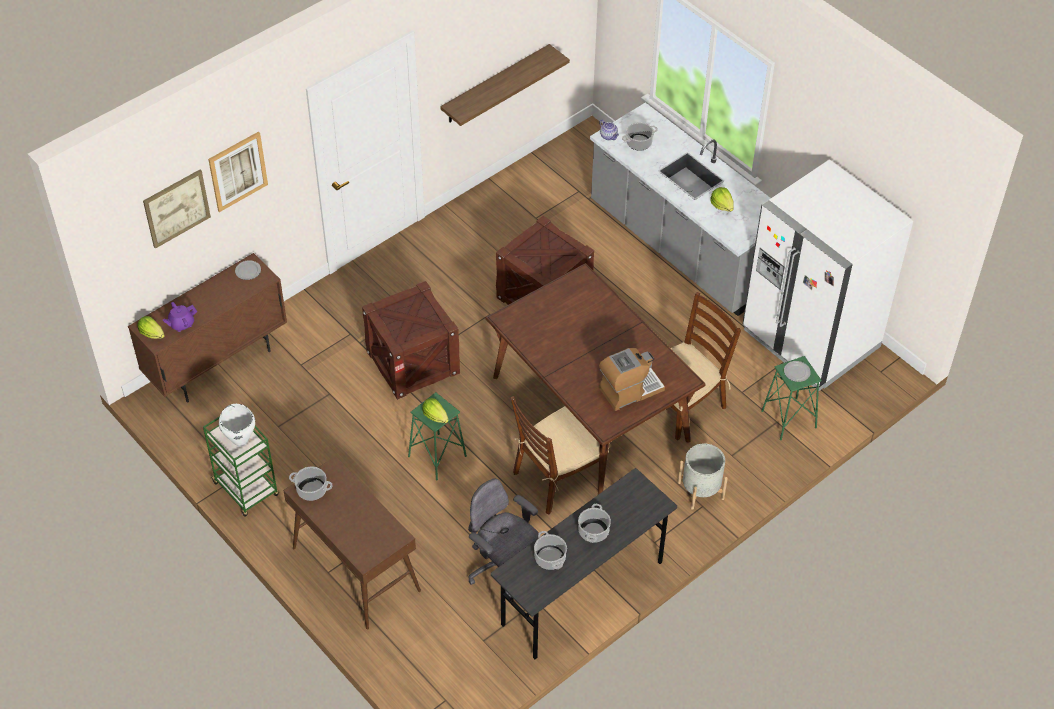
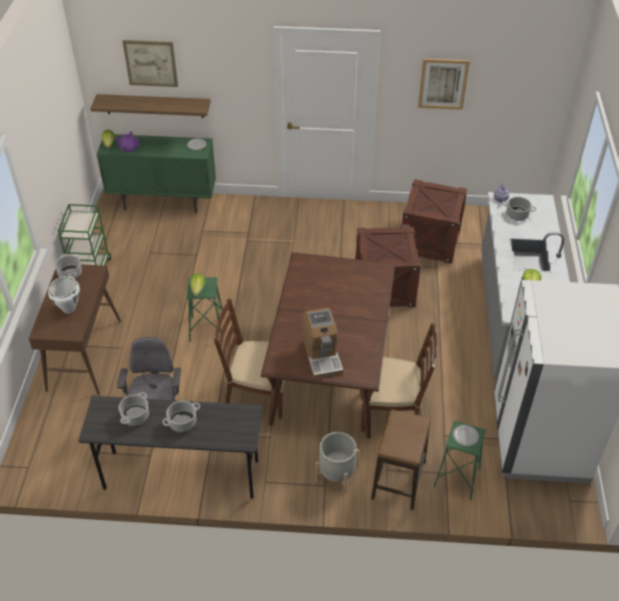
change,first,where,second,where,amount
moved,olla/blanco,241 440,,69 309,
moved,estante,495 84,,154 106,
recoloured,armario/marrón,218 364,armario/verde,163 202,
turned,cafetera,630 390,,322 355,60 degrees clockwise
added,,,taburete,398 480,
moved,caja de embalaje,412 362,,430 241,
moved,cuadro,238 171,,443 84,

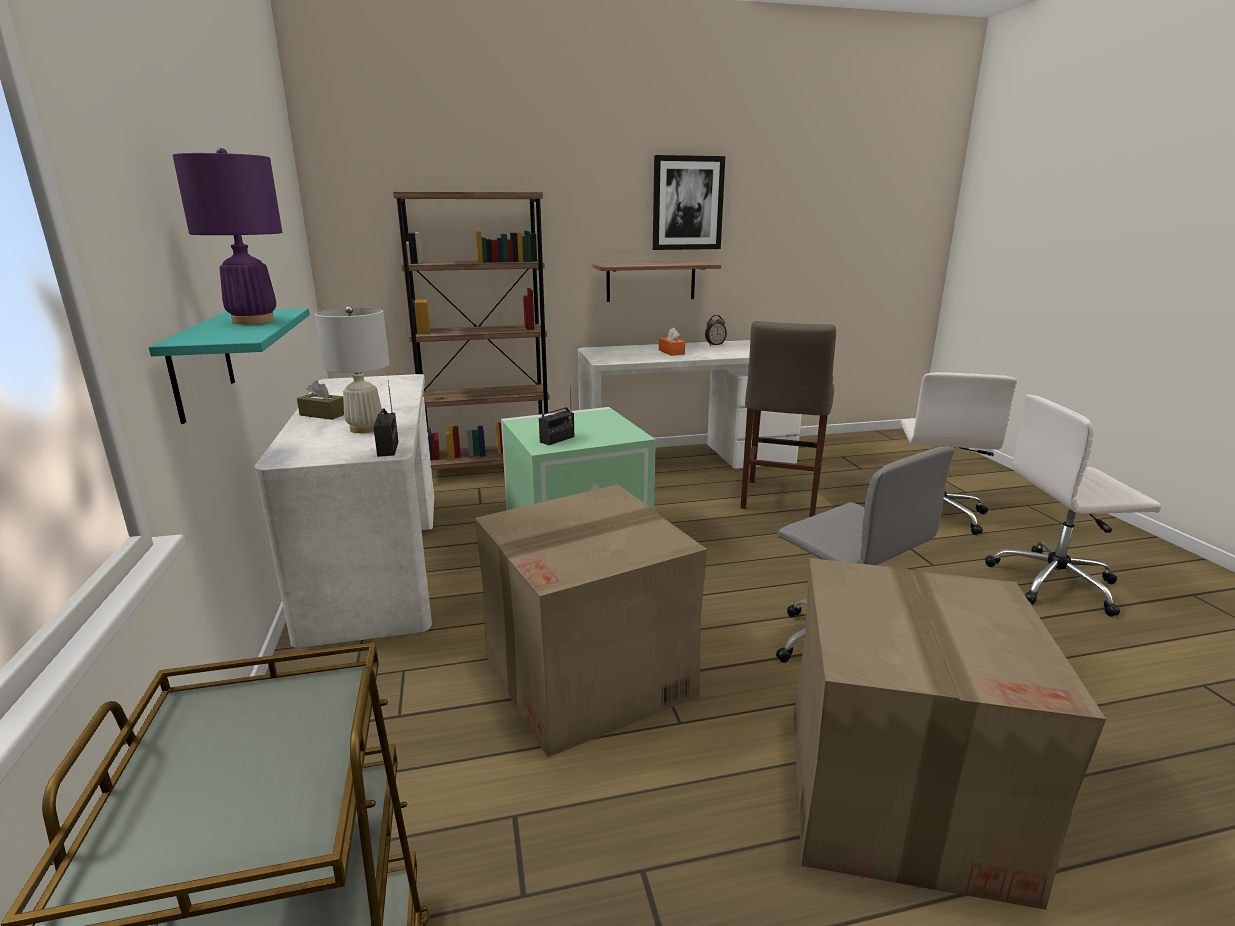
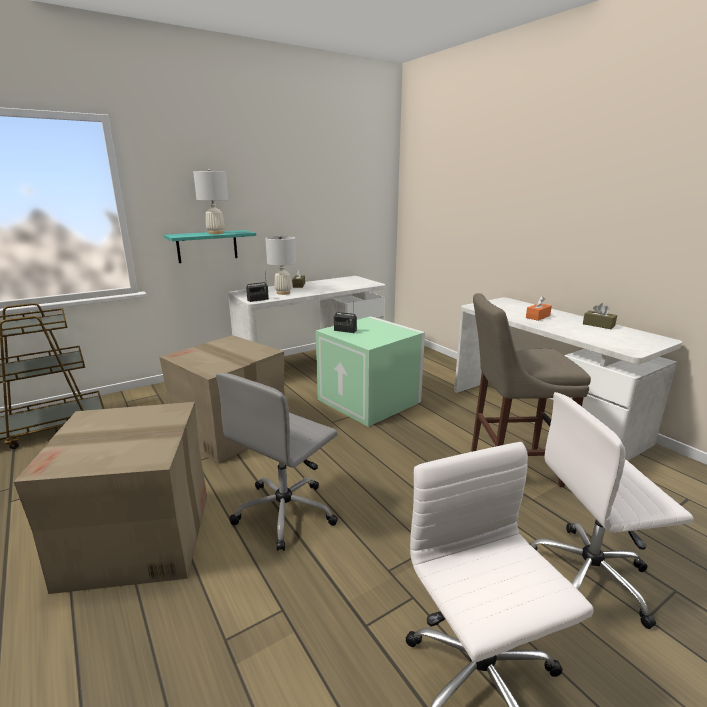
change,first,where,second,where,amount
recoloured,lámpara de mesa/morado,253 321,lámpara de mesa/blanco,216 233,
replaced,despertador,714 345,caja de pañuelos/marrón,598 325,
removed,estantería/marrón,488 471,,,
removed,estante,651 281,,,
removed,cuadro,687 203,,,

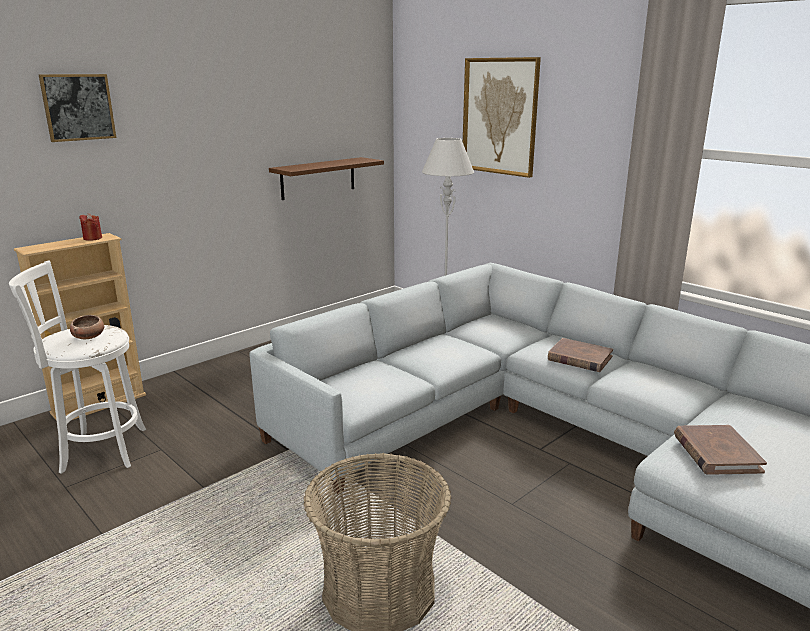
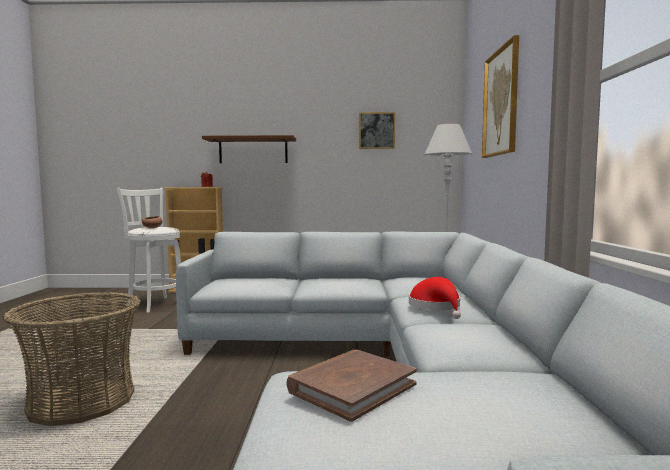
change,first,where,second,where,amount
moved,estante/marrón,318 178,,253 150,
moved,cuadro,78 107,,376 130,
replaced,libro/marrón,579 358,sombrero/rojo,436 307,

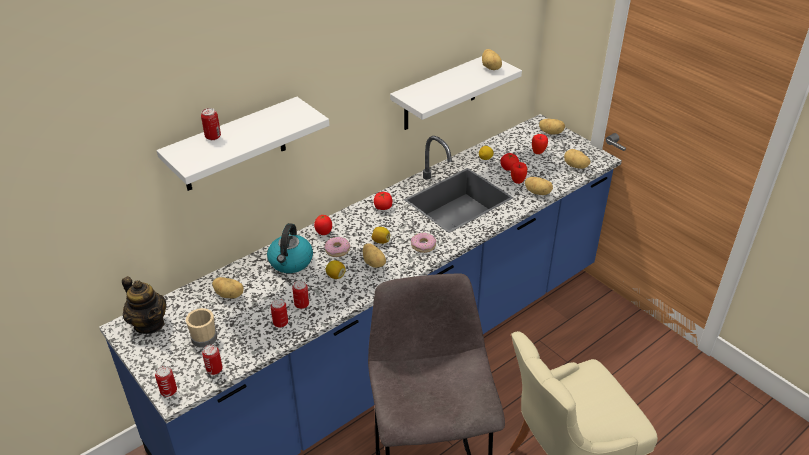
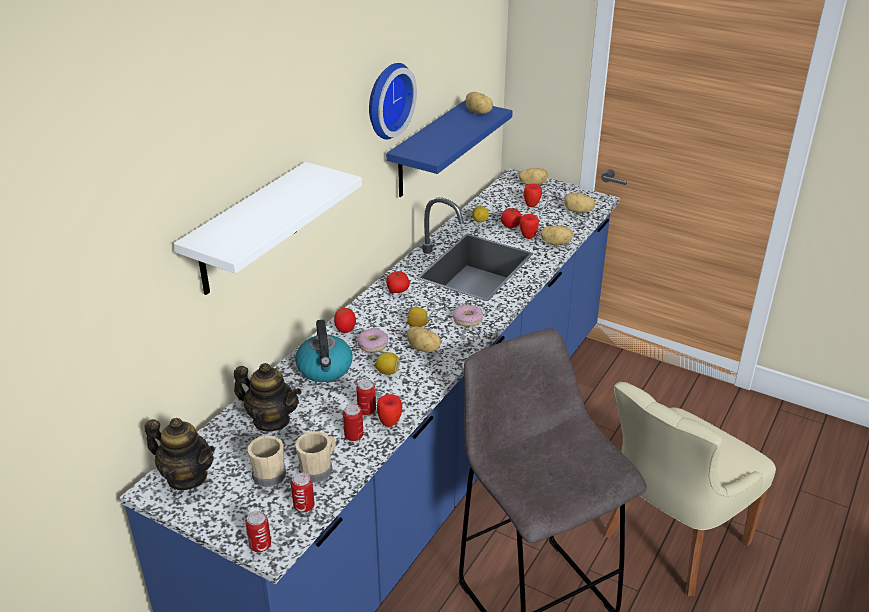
change,first,where,second,where,amount
replaced,patata,229 294,tetera,271 420,
added,,,taza grande/beis,319 469,
added,,,reloj de pared,386 100,
added,,,manzana,390 423,
recoloured,estante/blanco,440 93,estante/azul,428 150,
removed,lata,213 137,,,

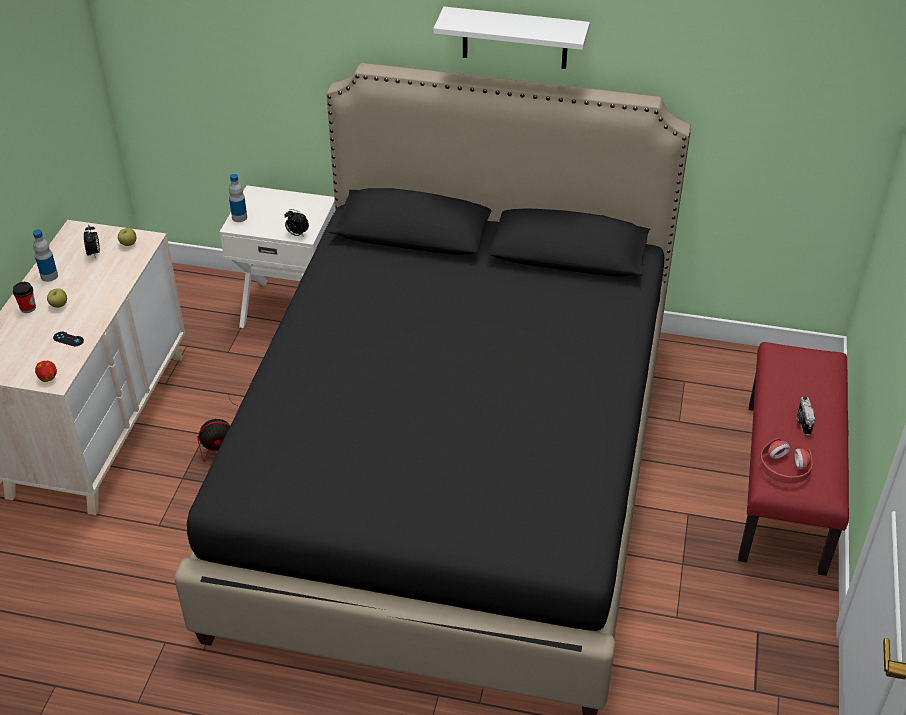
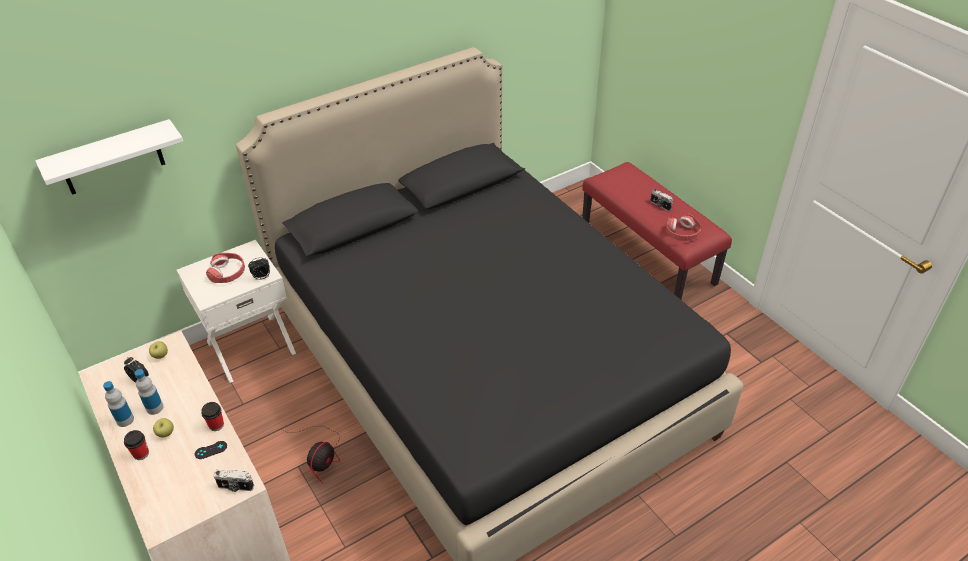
change,first,where,second,where,amount
moved,estante/blanco,515 38,,112 158,
moved,botella,239 217,,154 408,
added,,,taza,216 425,
added,,,auriculares/rojo,227 272,
replaced,manzana,48 378,cámara,235 487,

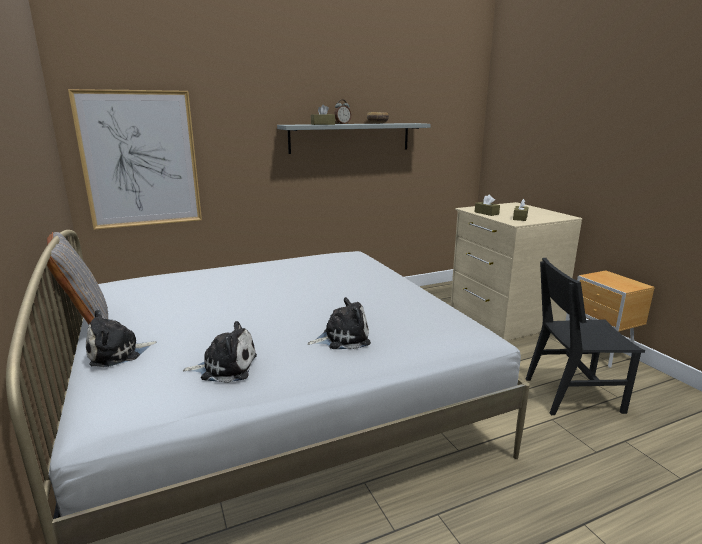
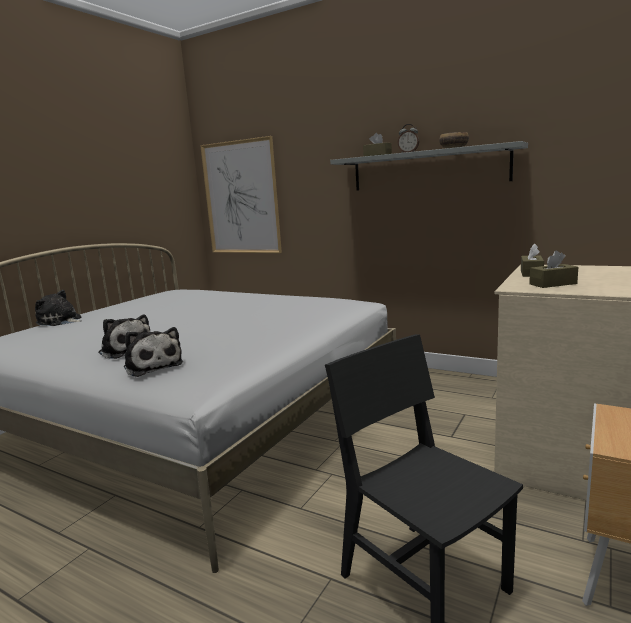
change,first,where,second,where,amount
moved,peluche,225 367,,153 366,
removed,cojín/gris,86 320,,,

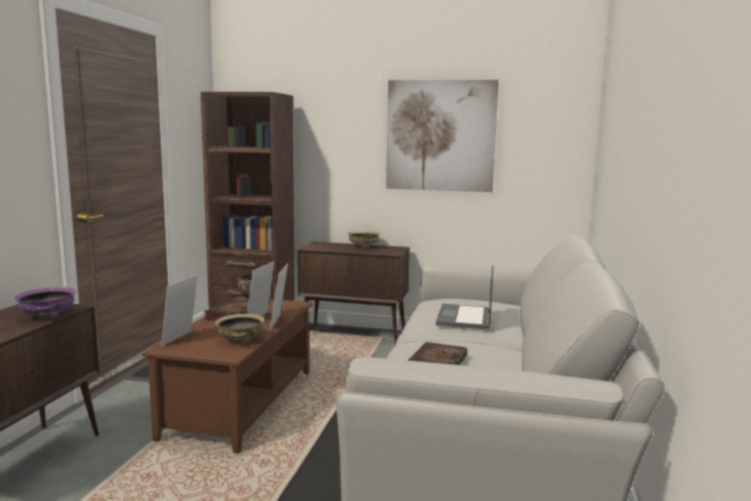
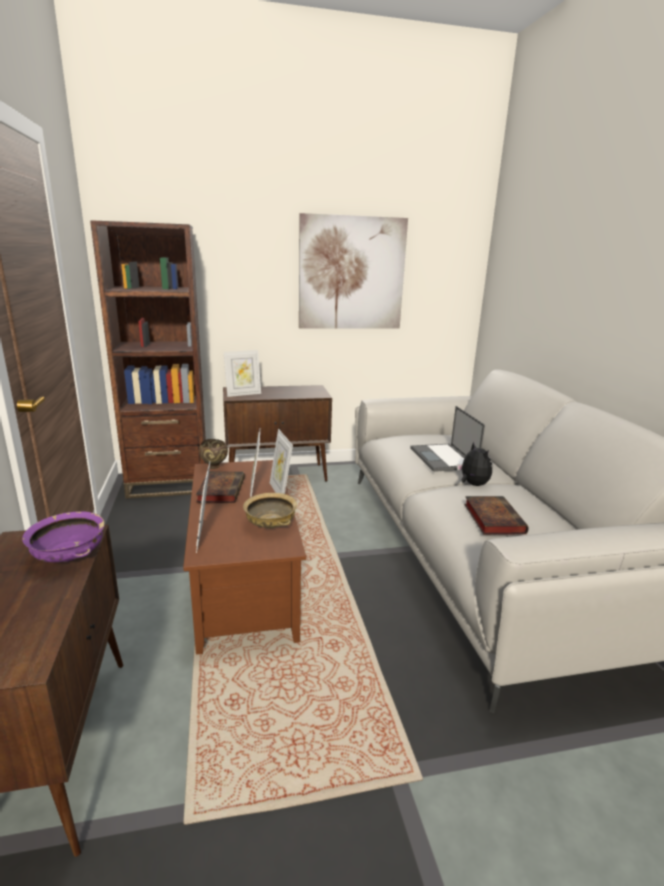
change,first,where,second,where,amount
added,,,portarretratos,243 394,
added,,,peluche,472 484,
removed,cuenco/beis,363 246,,,

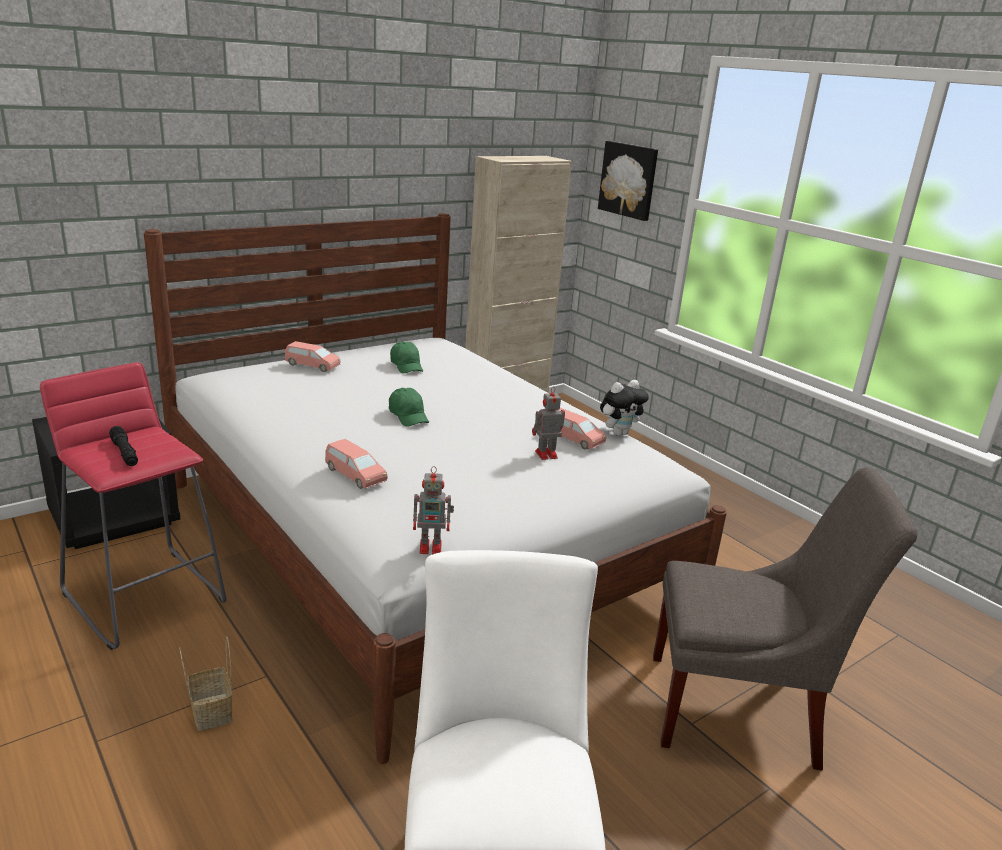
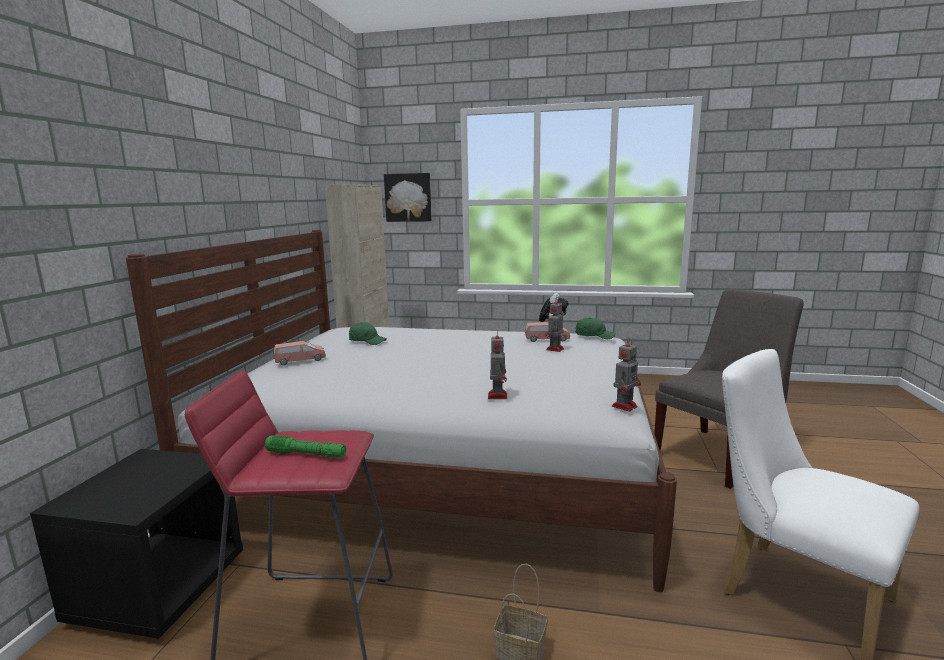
change,first,where,second,where,amount
recoloured,linterna/negro,124 452,linterna/verde,306 454,
replaced,coche de juguete/rosa,355 475,robot de juguete,497 395,
moved,gorra/verde,409 416,,594 336,

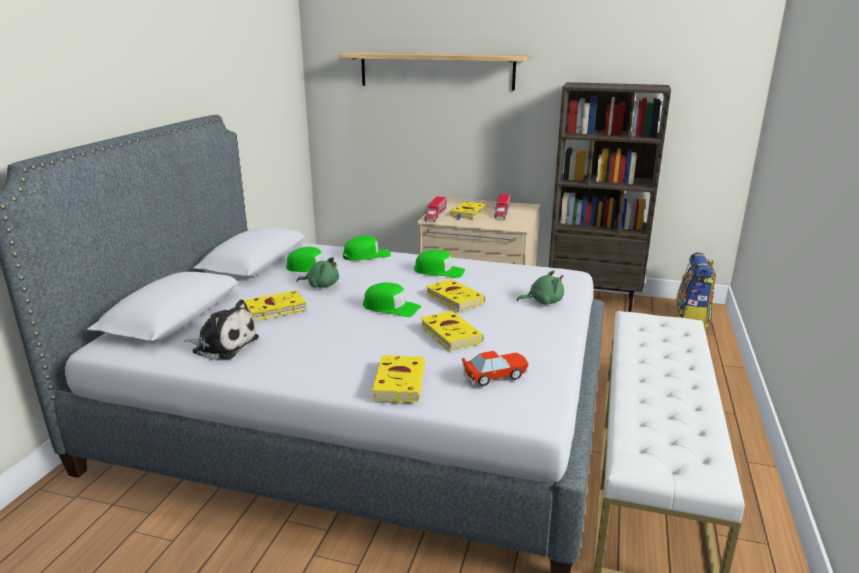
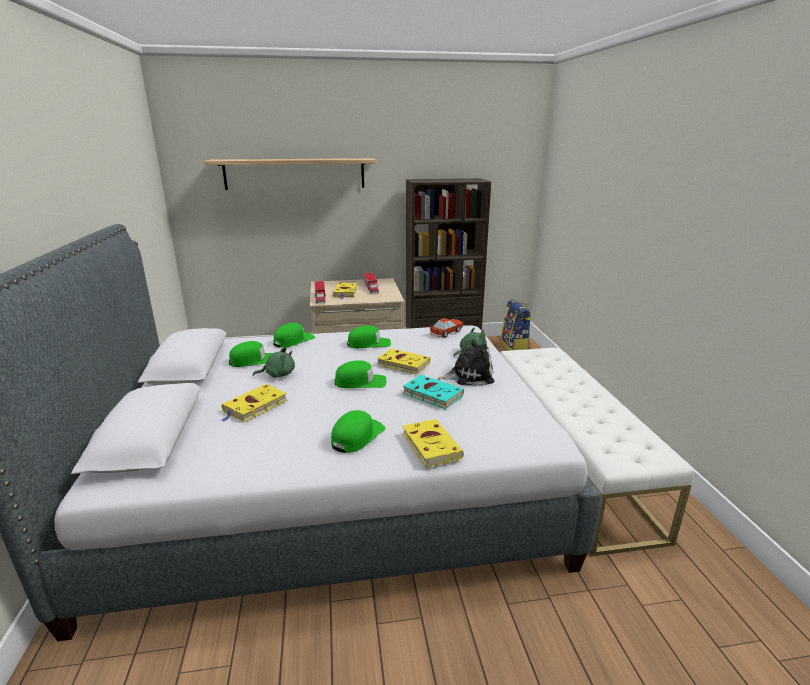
change,first,where,second,where,amount
added,,,gorra/verde,357 436,
recoloured,libro/amarillo,449 334,libro/turquesa,431 394,
moved,coche de juguete,495 376,,446 332,
moved,peluche,223 345,,469 376,

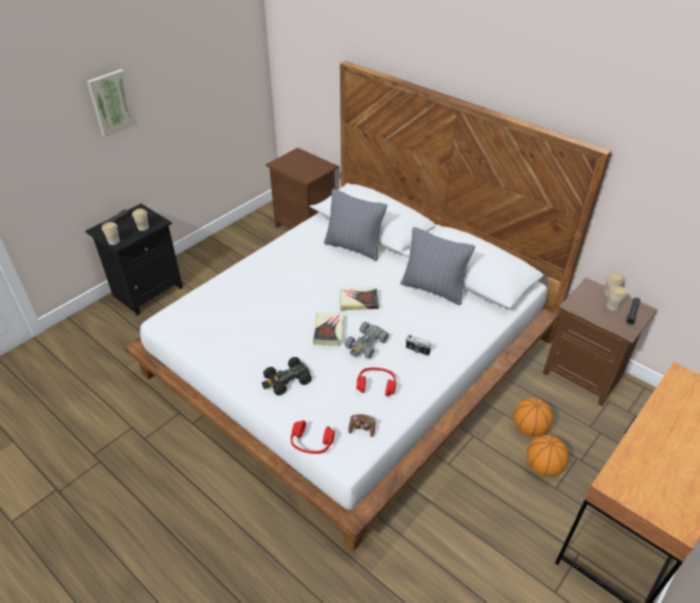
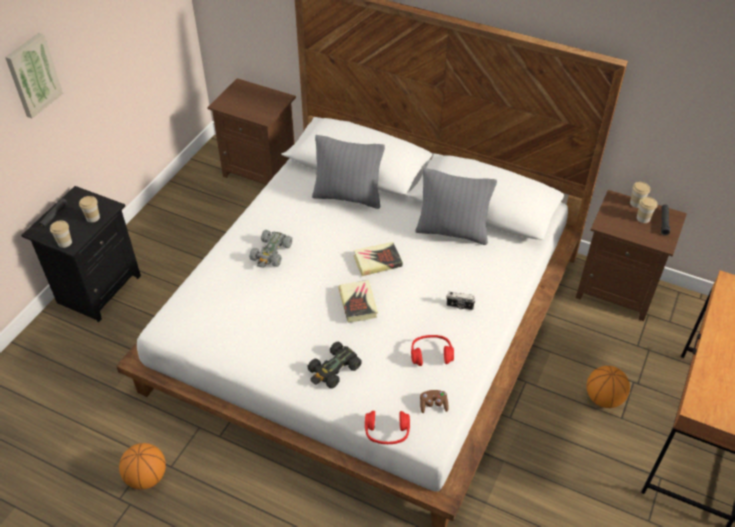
change,first,where,second,where,amount
moved,balón de baloncesto,529 428,,147 477,
moved,coche de juguete/gris,366 344,,271 253,

